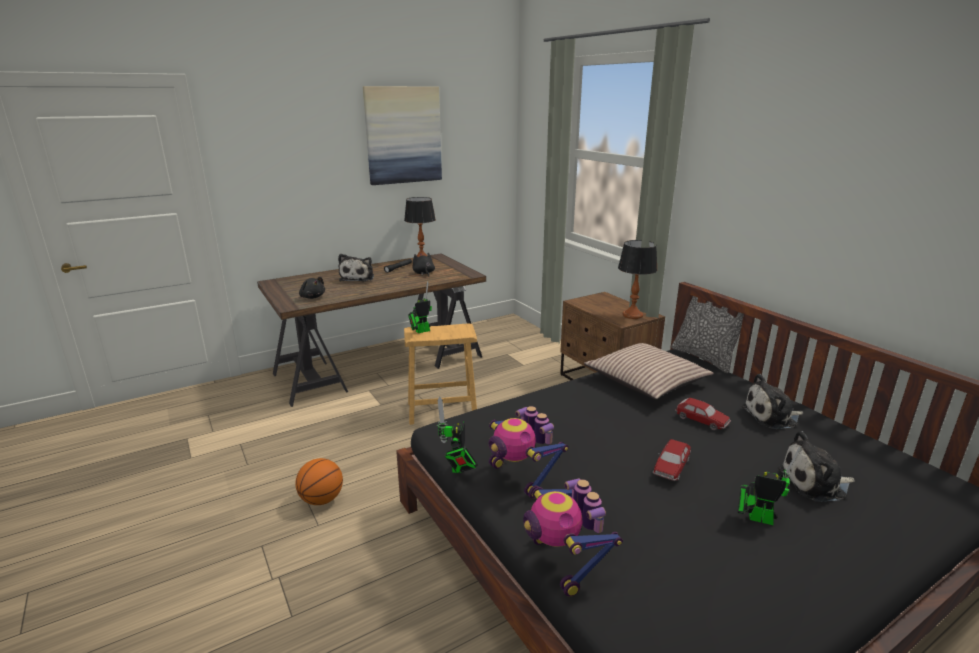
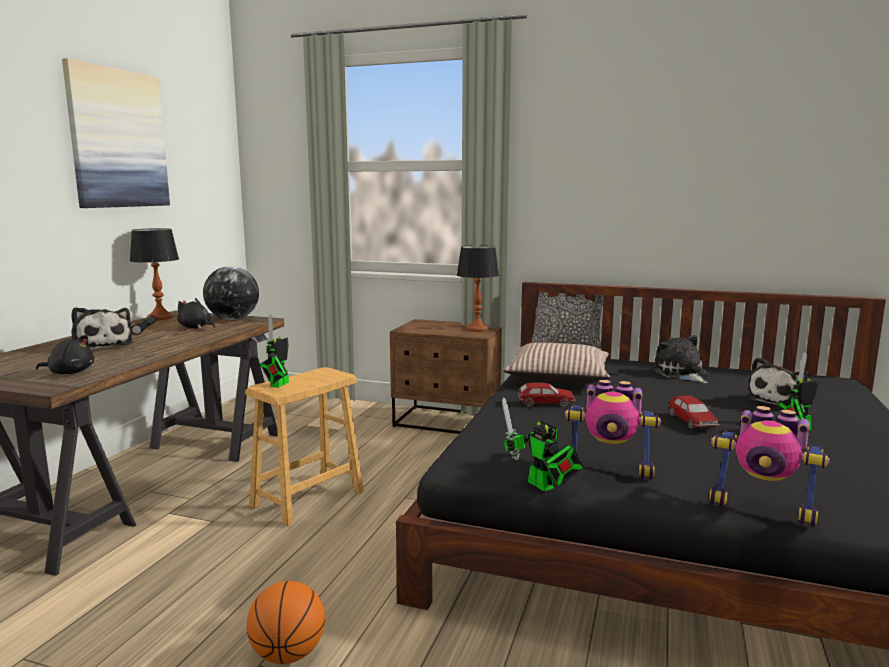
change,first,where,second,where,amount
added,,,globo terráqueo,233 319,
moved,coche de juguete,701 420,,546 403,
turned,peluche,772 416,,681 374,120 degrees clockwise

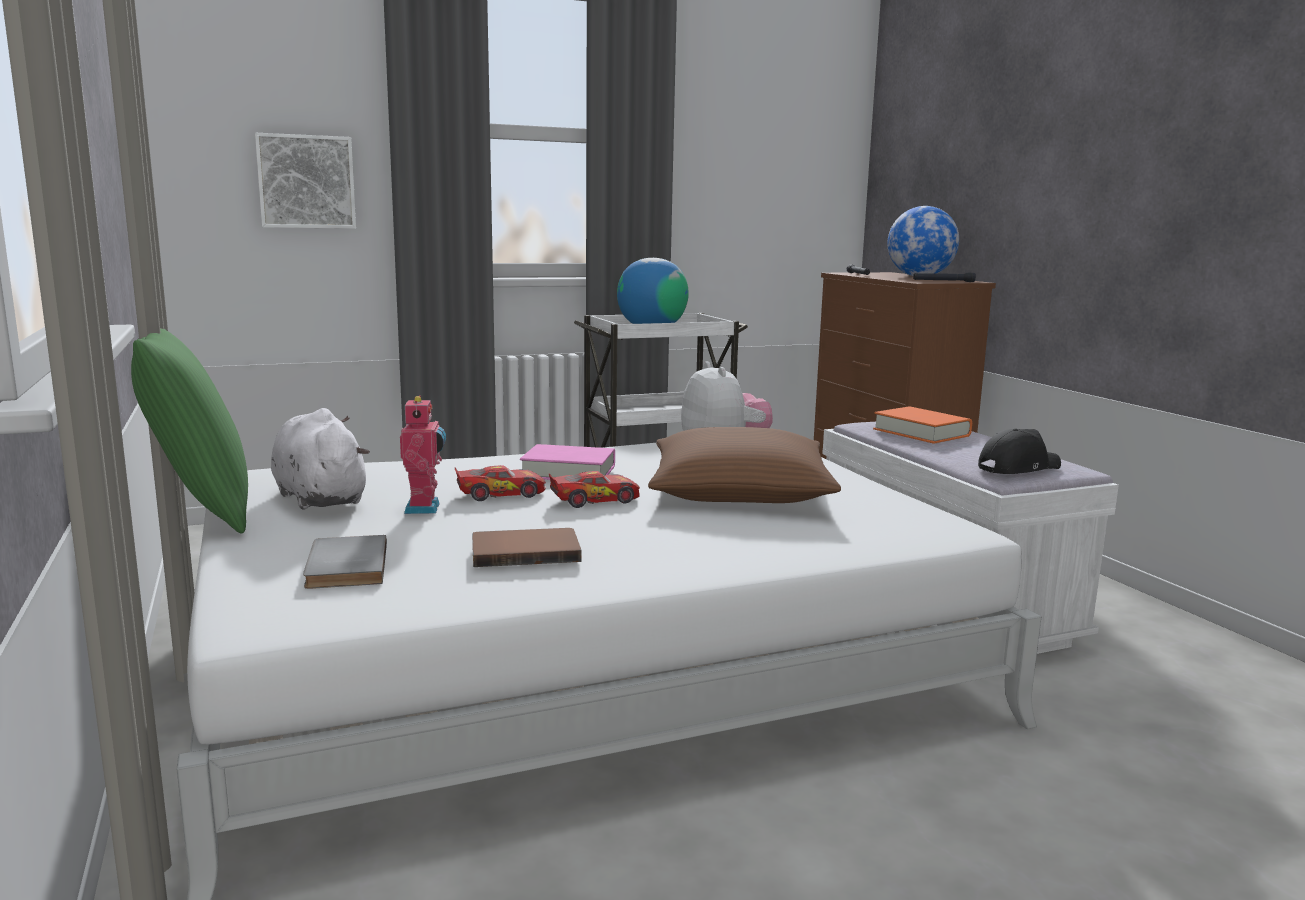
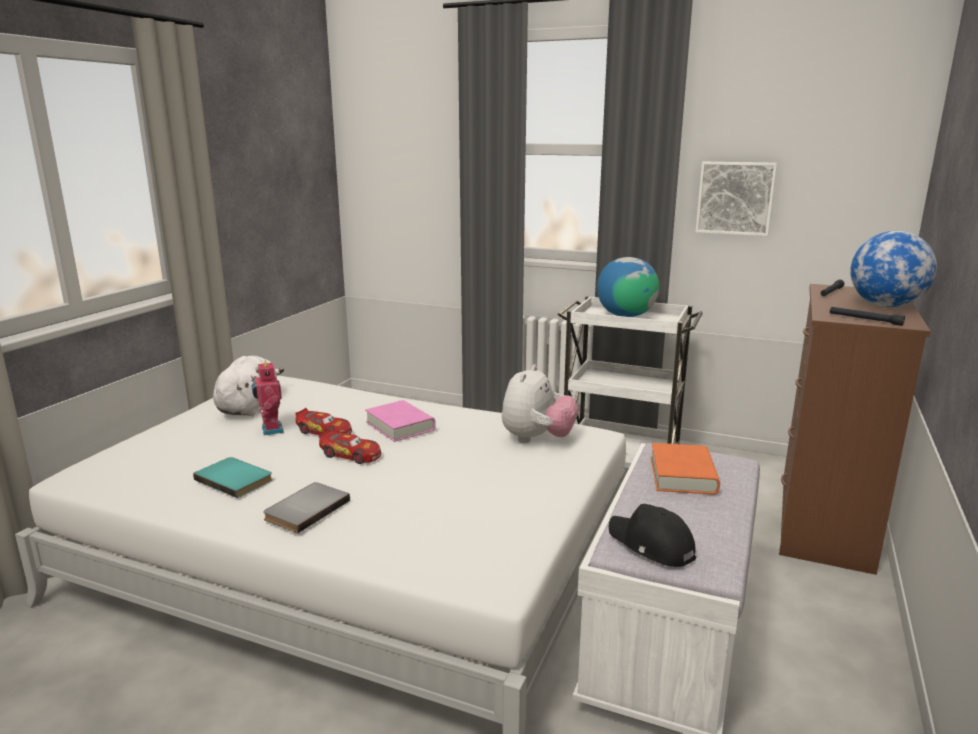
change,first,where,second,where,amount
recoloured,libro/marrón,525 551,libro/turquesa,236 479,
turned,robot de juguete,425 508,,270 430,120 degrees clockwise
moved,libro/gris,343 566,,305 509,
turned,gorra/negro,1017 467,,651 545,150 degrees counterclockwise
moved,cuadro,306 182,,735 198,
removed,cojín/verde,200 510,,,
removed,cojín/marrón,739 491,,,

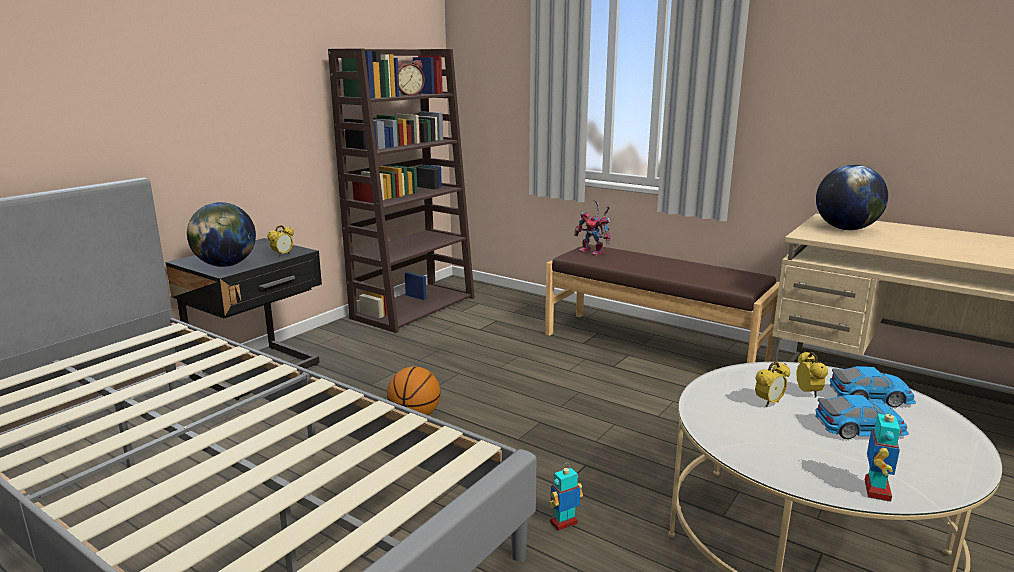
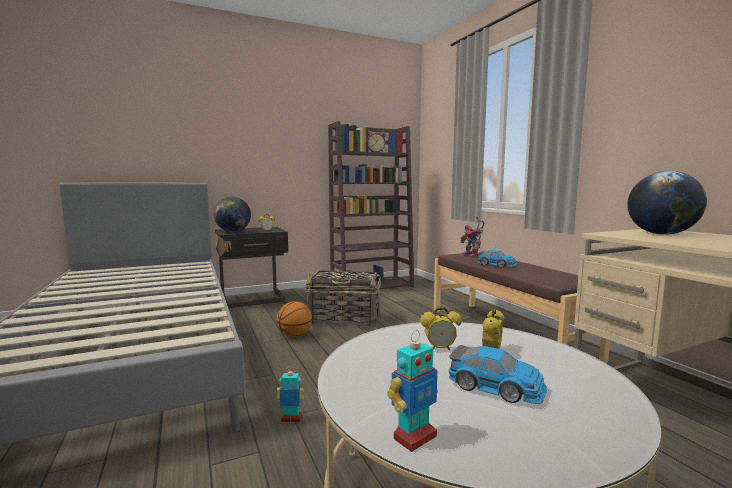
change,first,where,second,where,amount
added,,,cesta,345 319,
moved,coche de juguete,870 397,,496 265,

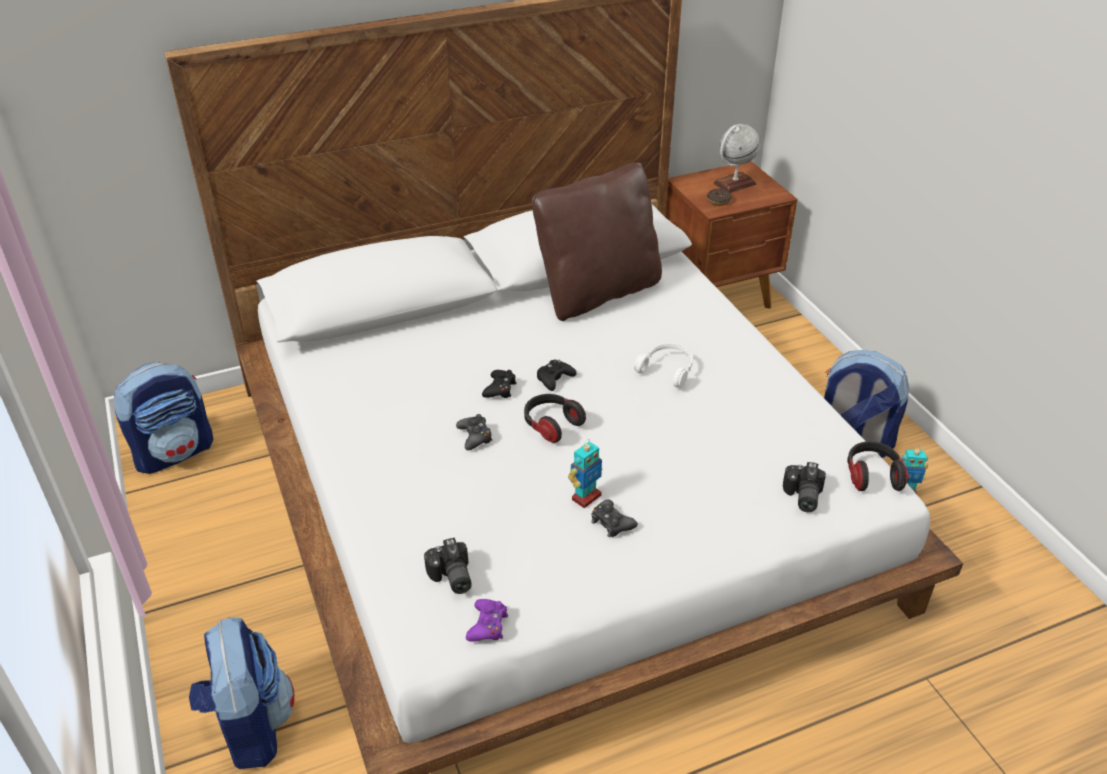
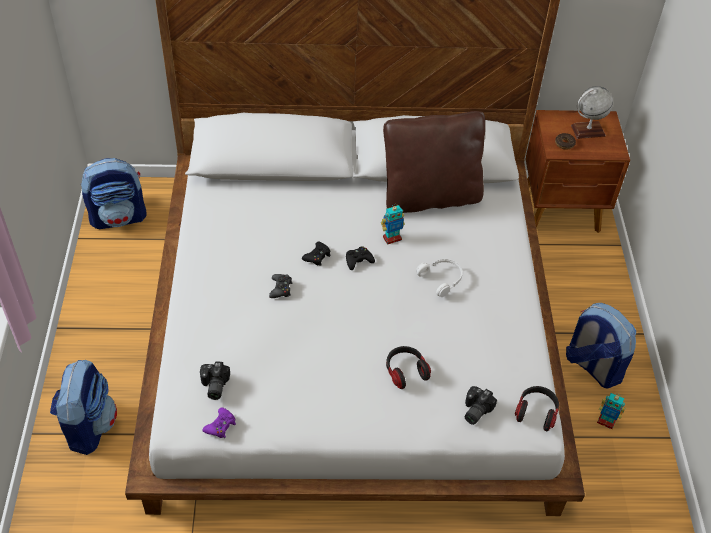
change,first,where,second,where,amount
moved,robot de juguete,586 497,,392 238,
moved,auriculares,551 425,,405 371,
removed,mando de consola/negro,611 523,,,

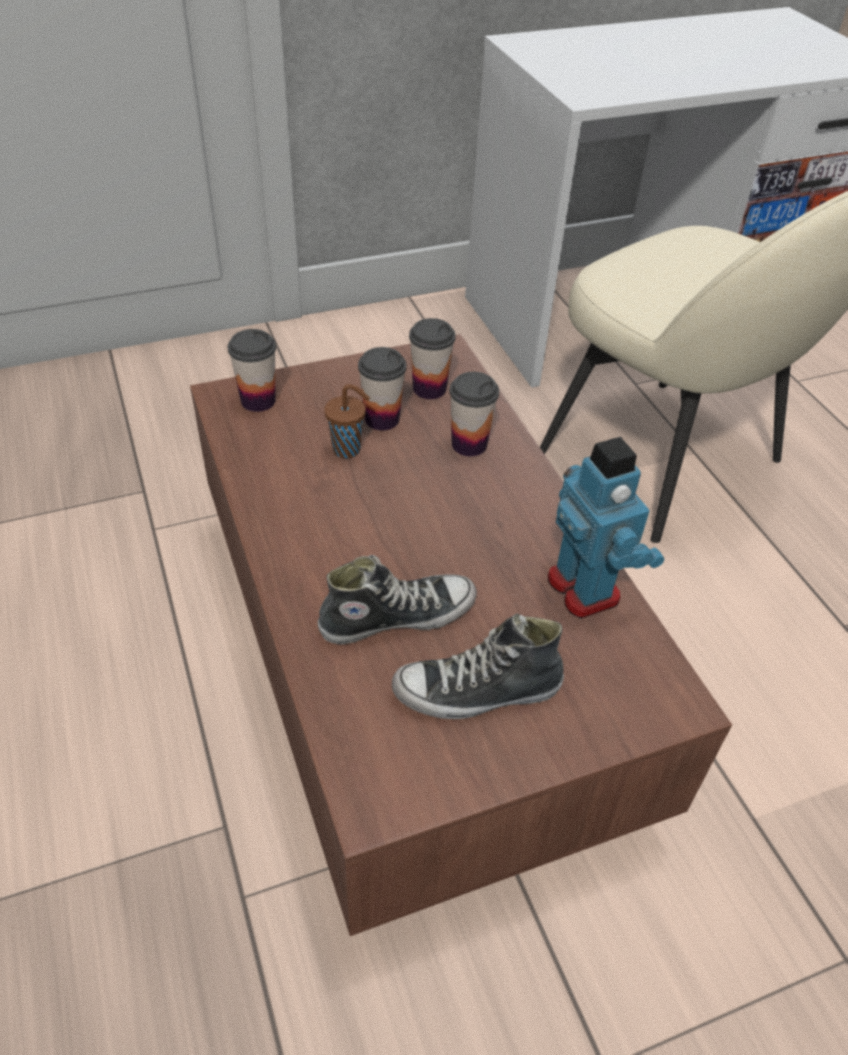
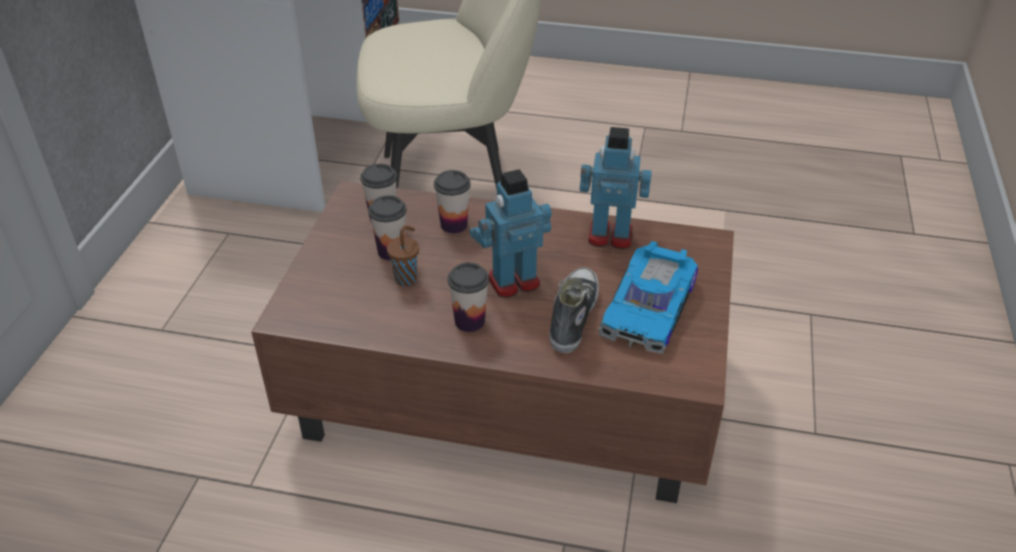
change,first,where,second,where,amount
moved,taza,258 401,,469 321,
added,,,robot de juguete,513 281,
replaced,zapato,477 692,coche de juguete,651 308,

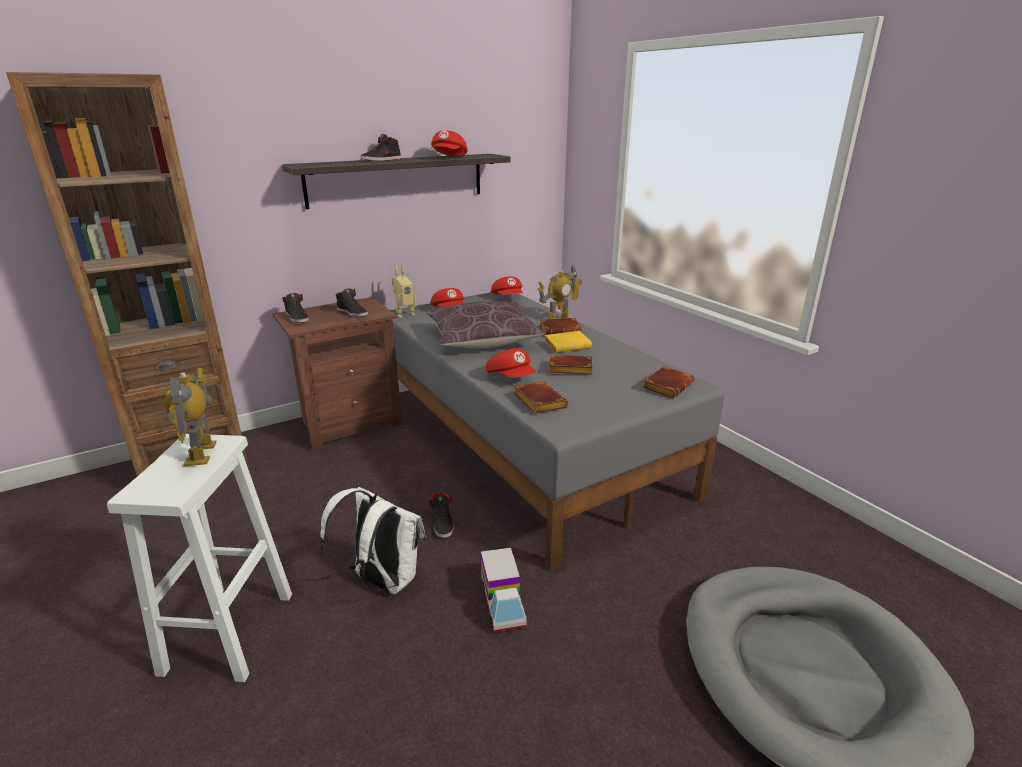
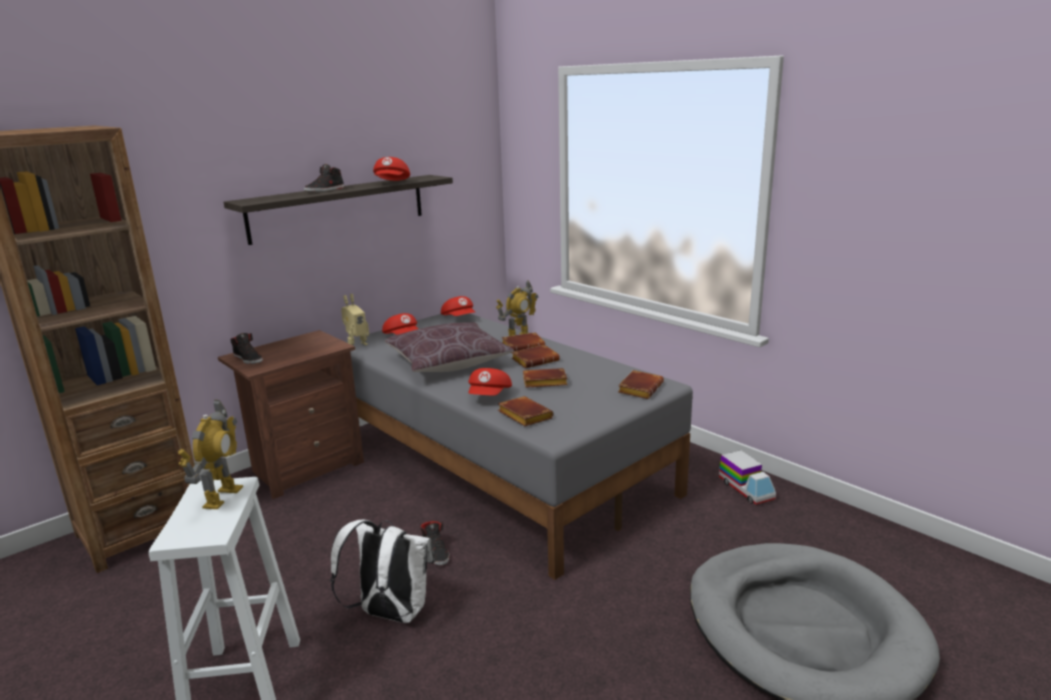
change,first,where,second,where,amount
turned,robot de juguete,202 453,,222 497,150 degrees counterclockwise
turned,gorra/rojo,511 377,,490 396,60 degrees clockwise
recoloured,libro/amarillo,568 345,libro/marrón,535 360,
moved,camión de juguete,502 602,,746 490,
removed,zapato/negro,353 313,,,

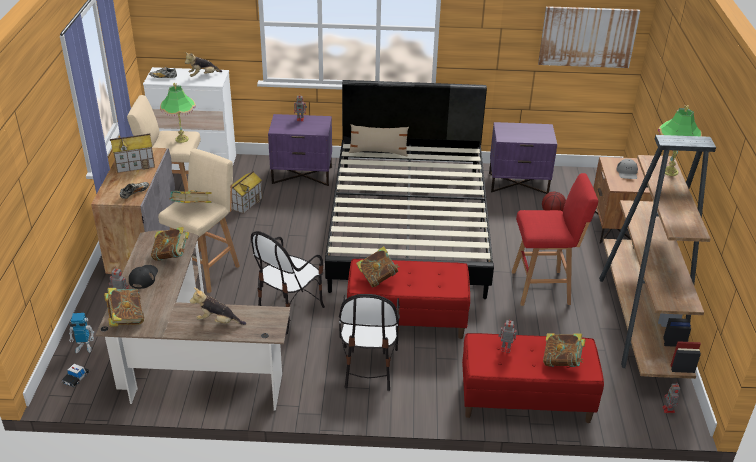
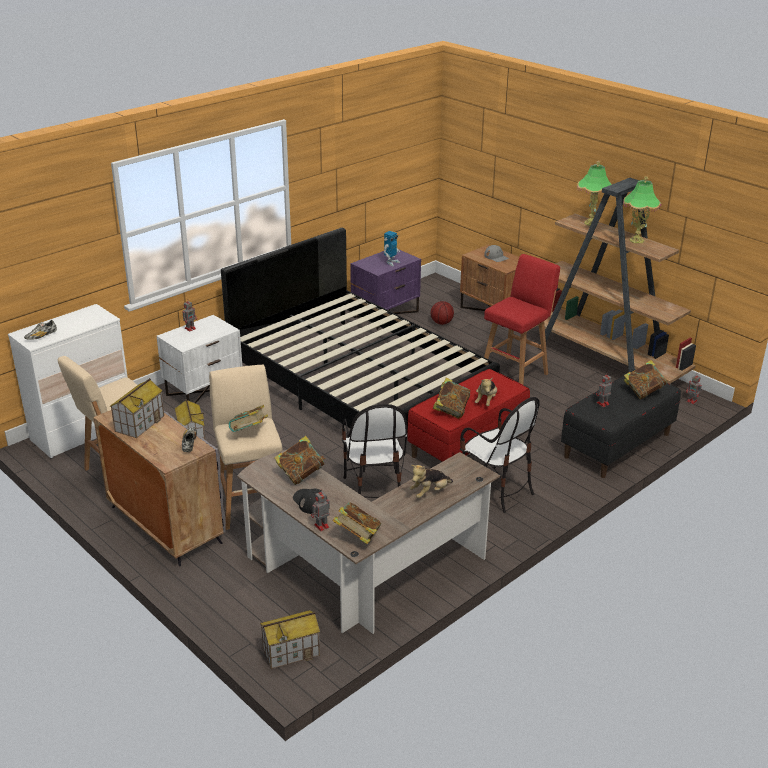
change,first,where,second,where,amount
recoloured,mesita de noche/morado,302 175,mesita de noche/blanco,204 391,
replaced,coche de juguete,76 378,casita,291 651,
moved,robot de juguete,84 347,,391 262,
moved,peluche,203 76,,486 401,
recoloured,banco/rojo,525 400,banco/negro,617 446,
moved,lámpara de mesa,181 139,,636 240,
removed,cojín/beis,378 152,,,
removed,cuadro,587 37,,,

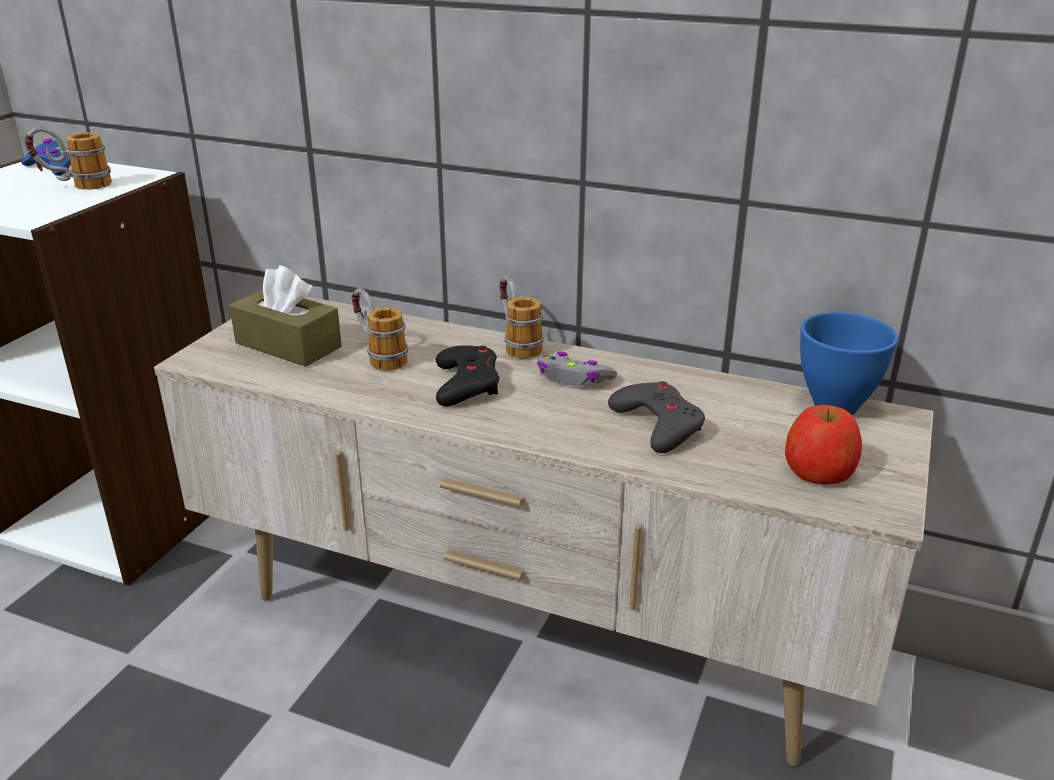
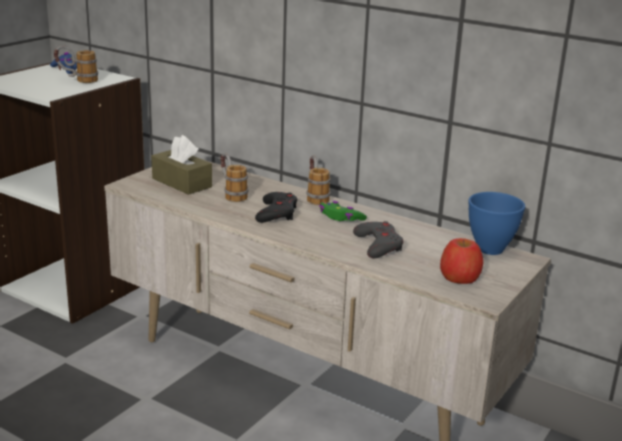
change,first,where,second,where,amount
recoloured,mando de consola/gris,574 378,mando de consola/verde,340 217,

